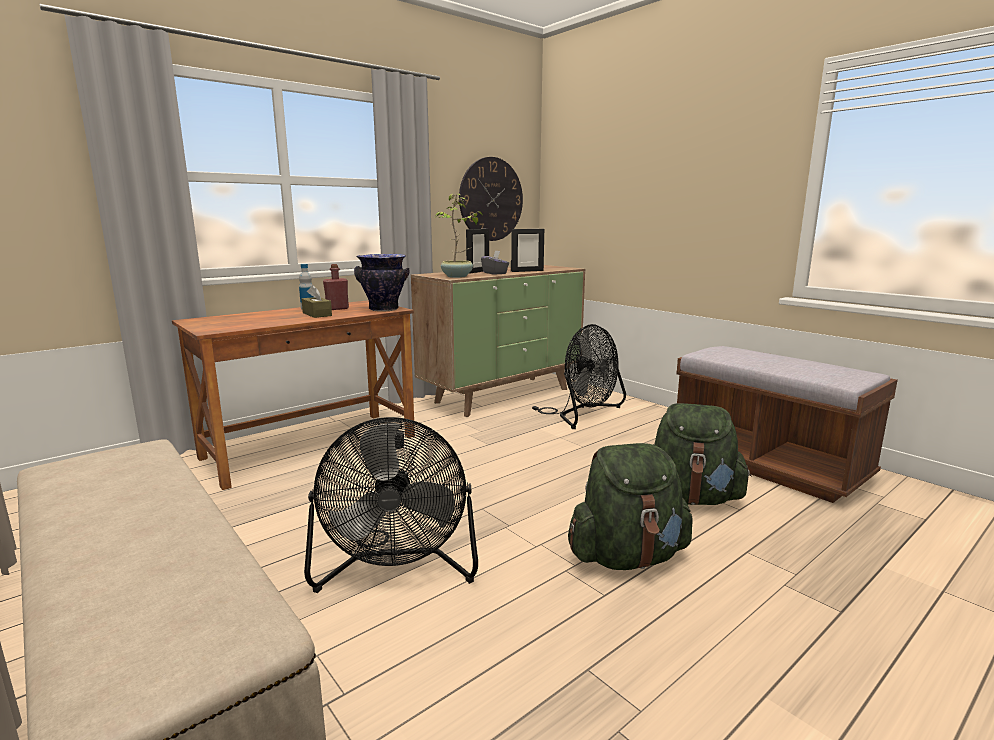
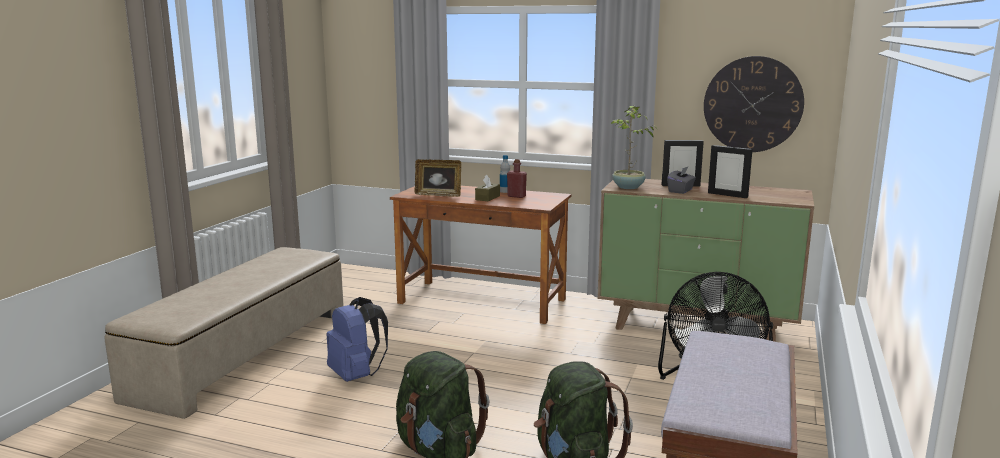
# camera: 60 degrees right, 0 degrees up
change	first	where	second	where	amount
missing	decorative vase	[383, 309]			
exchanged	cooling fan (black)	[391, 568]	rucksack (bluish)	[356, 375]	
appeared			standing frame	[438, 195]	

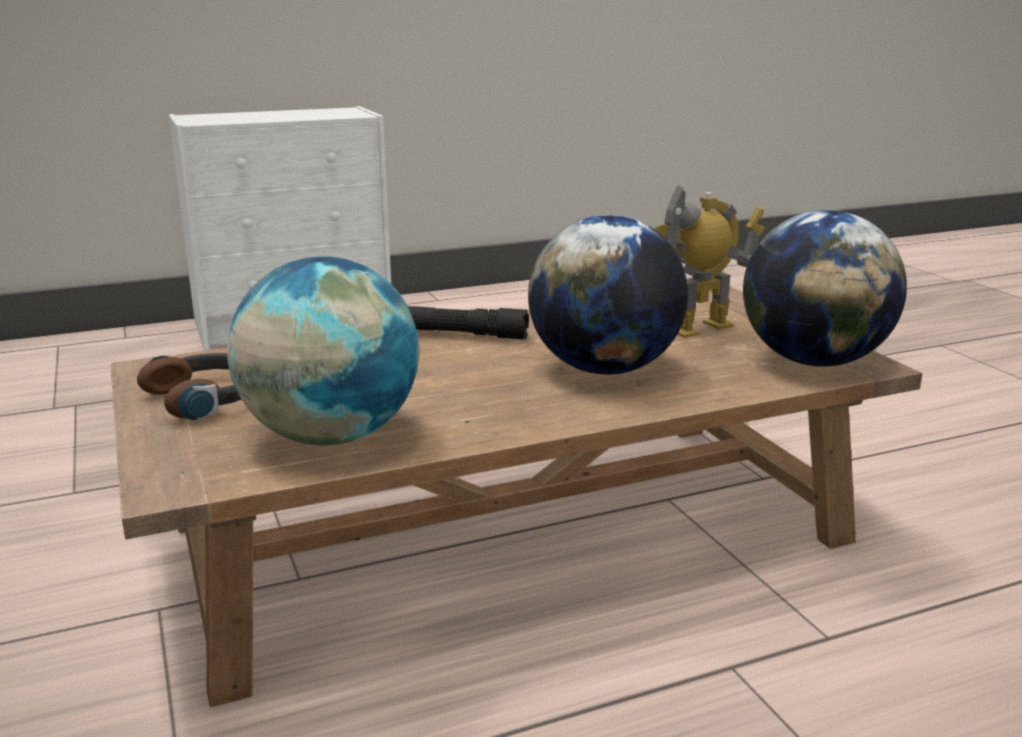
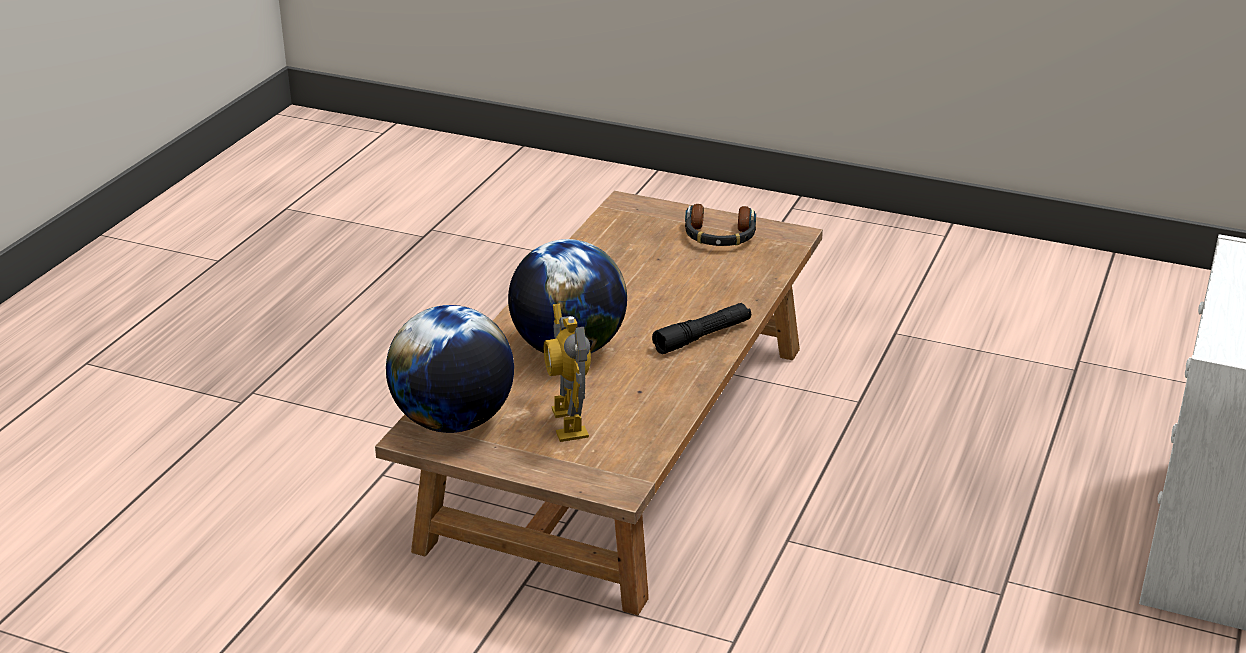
# camera: 135 degrees right, 10 degrees up
change	first	where	second	where	amount
spun	robot figure	[699, 328]		[569, 423]	150 degrees clockwise
missing	desk globe	[331, 436]			

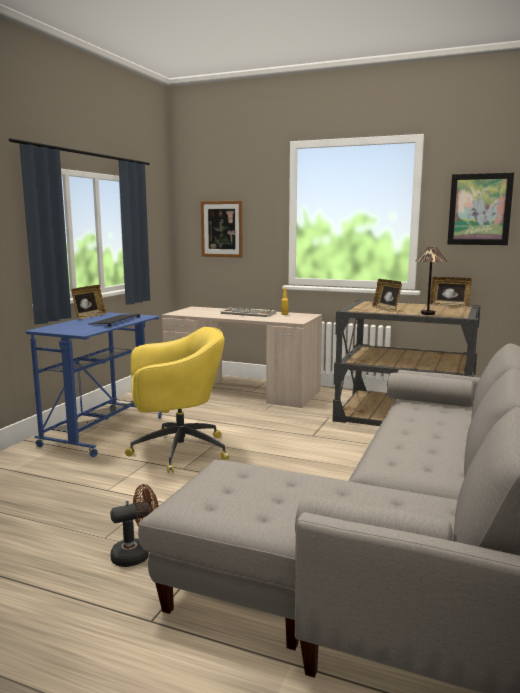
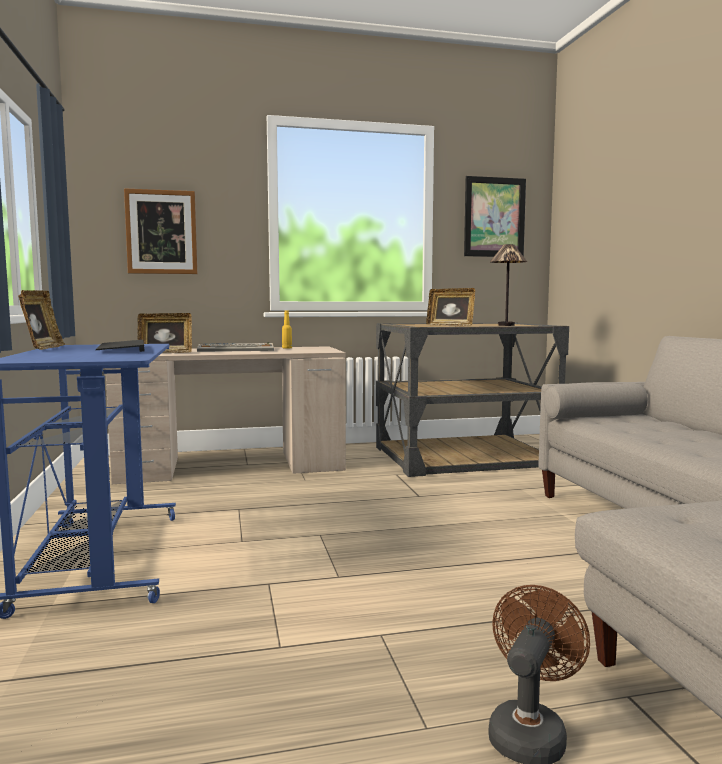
# camera: 35 degrees left, 5 degrees down
change	first	where	second	where	amount
relocated	standing frame	[449, 306]		[165, 352]	
missing	computer chair (yellowish)	[177, 451]			

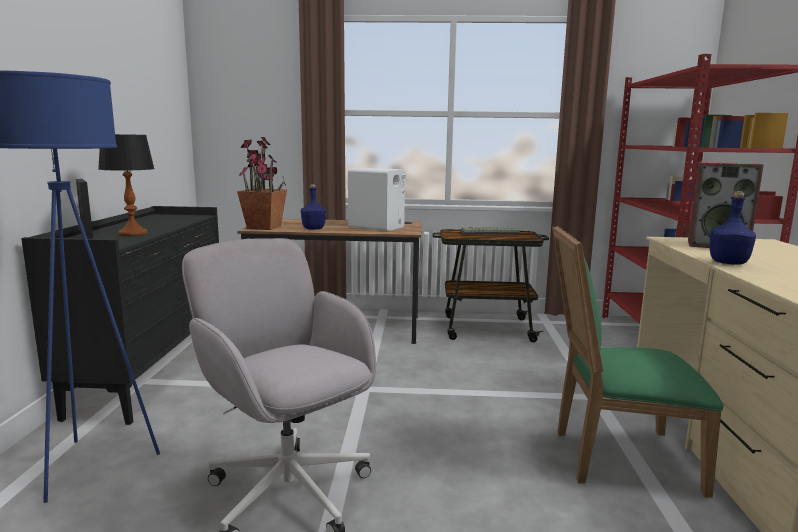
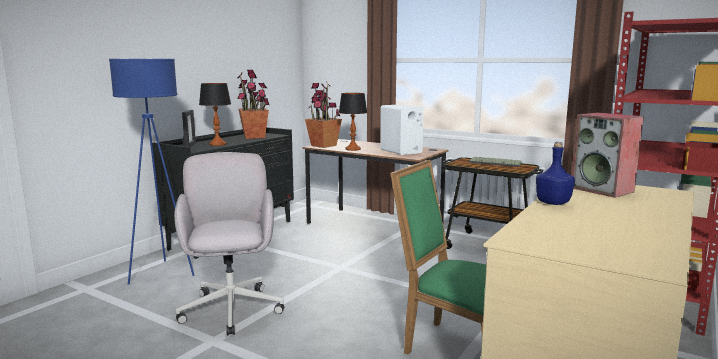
# camera: 30 degrees right, 0 degrees up
change	first	where	second	where	amount
exchanged	beverage bottle (bluish)	[313, 229]	lamp for a table	[352, 149]	
appeared			plant in a pot	[254, 137]	

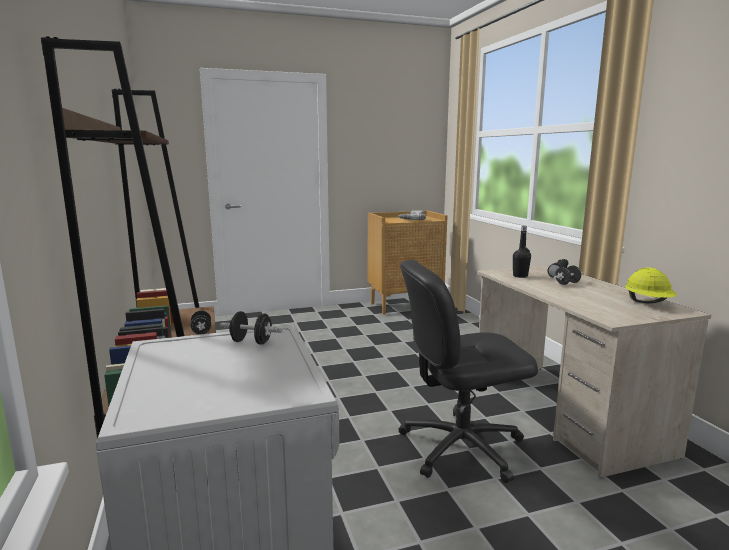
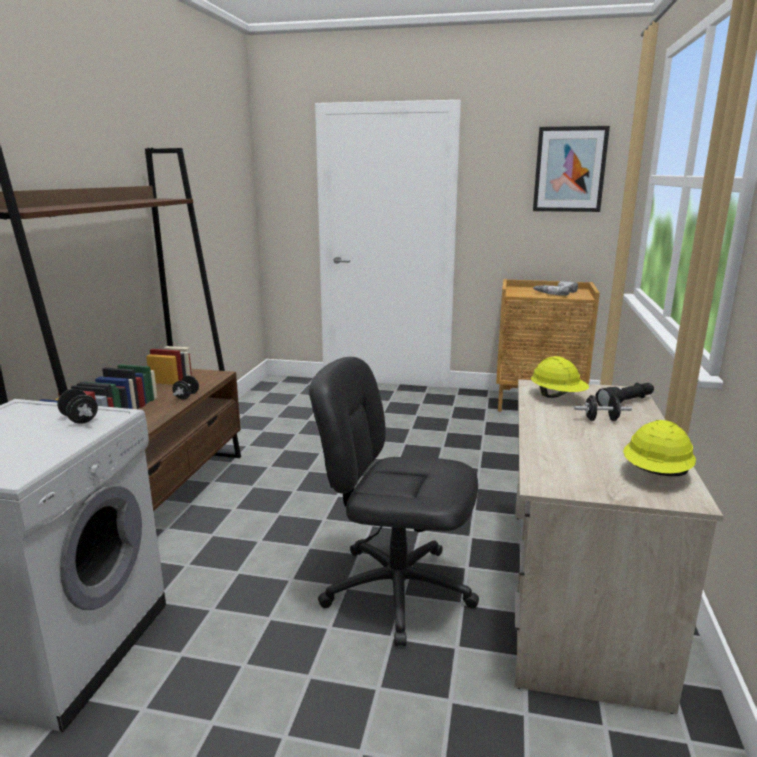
# camera: 30 degrees right, 5 degrees up
change	first	where	second	where	amount
exchanged	beverage bottle (black)	[520, 276]	hard hat (yellowish)	[558, 397]	
appeared			wall picture	[569, 169]	

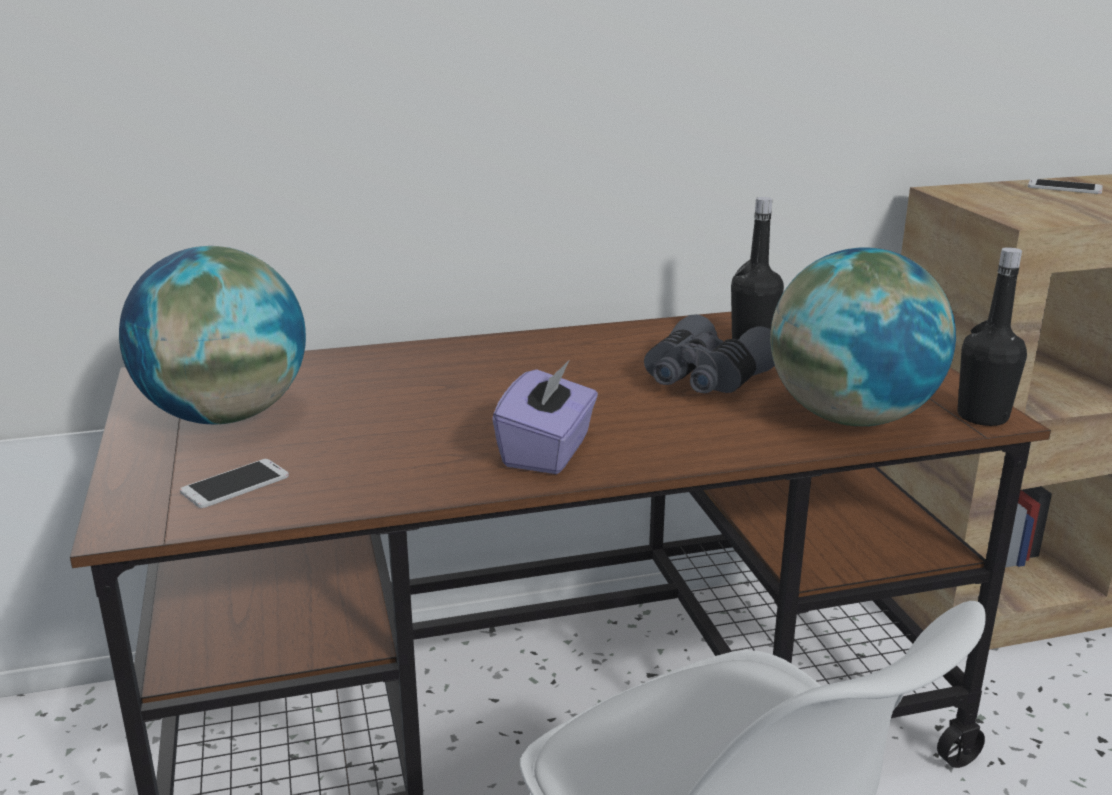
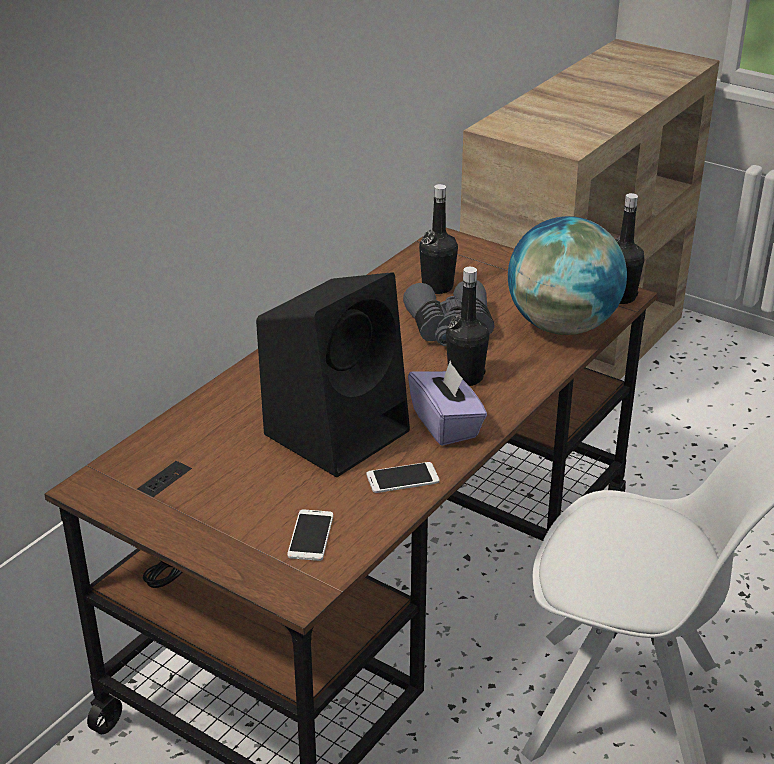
# camera: 40 degrees left, 10 degrees up
change	first	where	second	where	amount
relocated	phone	[1064, 187]		[402, 478]	
missing	desk globe	[225, 416]			
appeared			beverage bottle (black)	[465, 377]	
appeared			speaker (black)	[338, 430]	

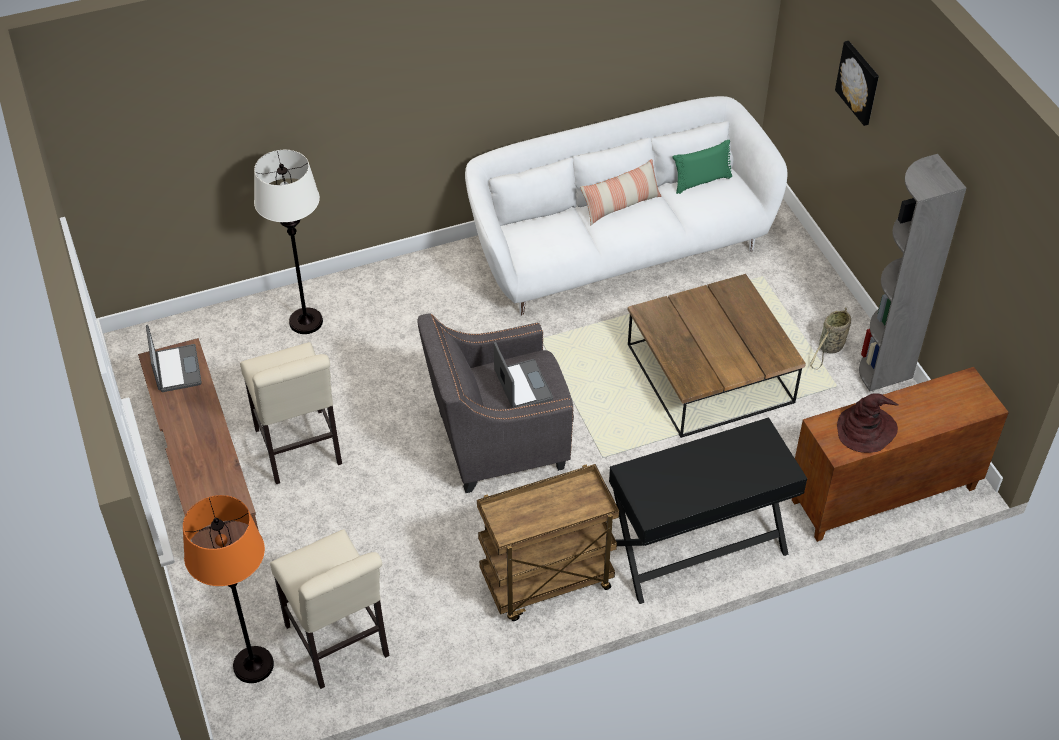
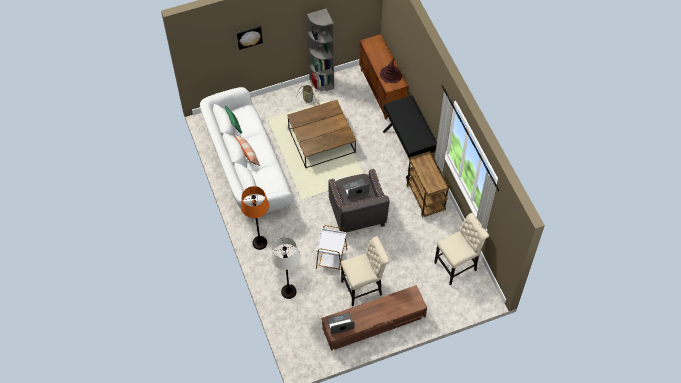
# camera: 90 degrees left, 10 degrees up
change	first	where	second	where	amount
relocated	standard lamp (orangey)	[253, 665]		[259, 243]	
appeared			end table (white)	[331, 260]	

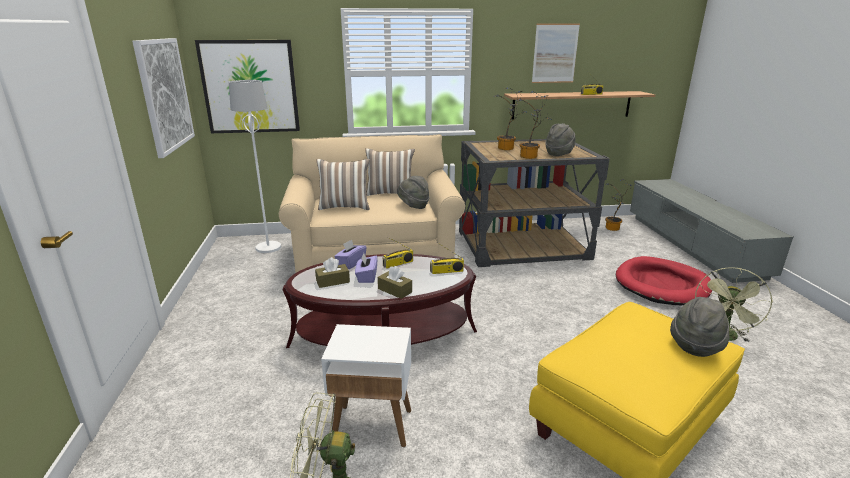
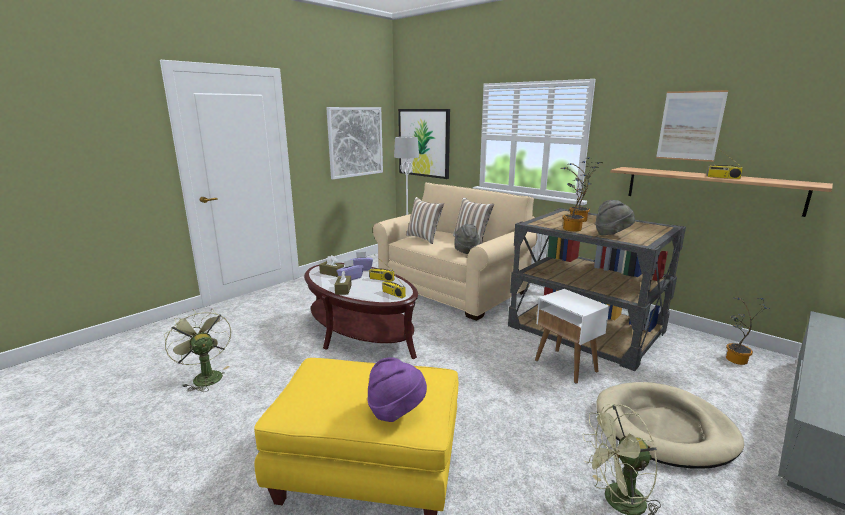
# camera: 50 degrees right, 5 degrees down
change	first	where	second	where	amount
colour	dog cushion (reddish)	[662, 285]	dog cushion (sand-coloured)	[664, 428]	
colour	wearable hat (greyish)	[695, 344]	wearable hat (purple)	[396, 411]	
relocated	end table (white)	[373, 425]		[566, 366]	

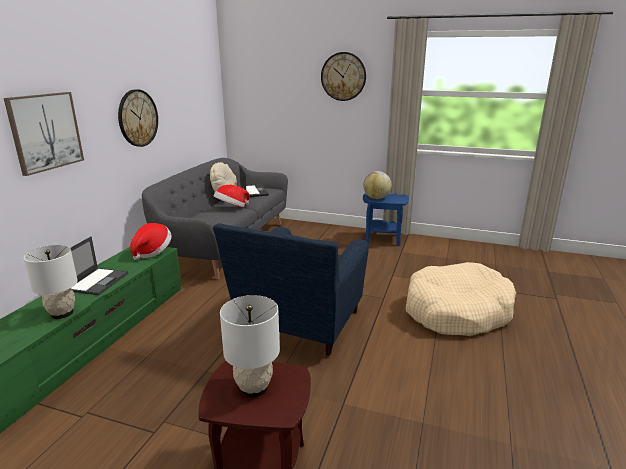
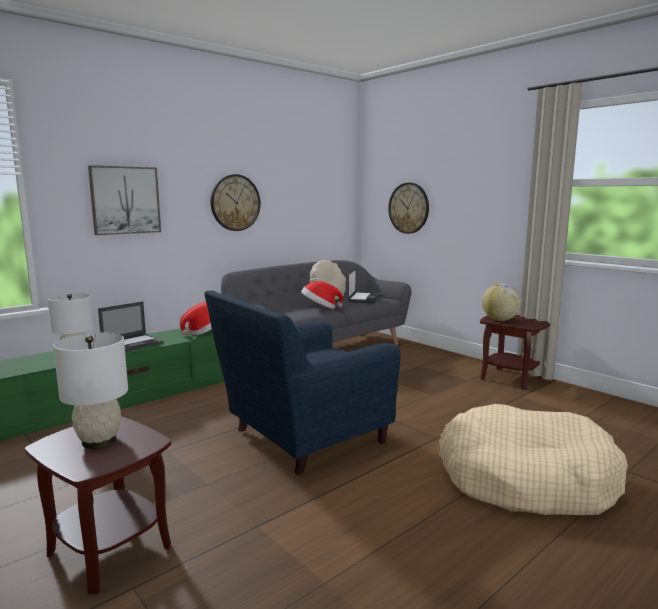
# camera: 30 degrees right, 10 degrees down
change	first	where	second	where	amount
relocated	hanging clock	[343, 76]		[409, 208]	
colour	end table (bluish)	[383, 238]	end table (brown-coloured)	[510, 378]	

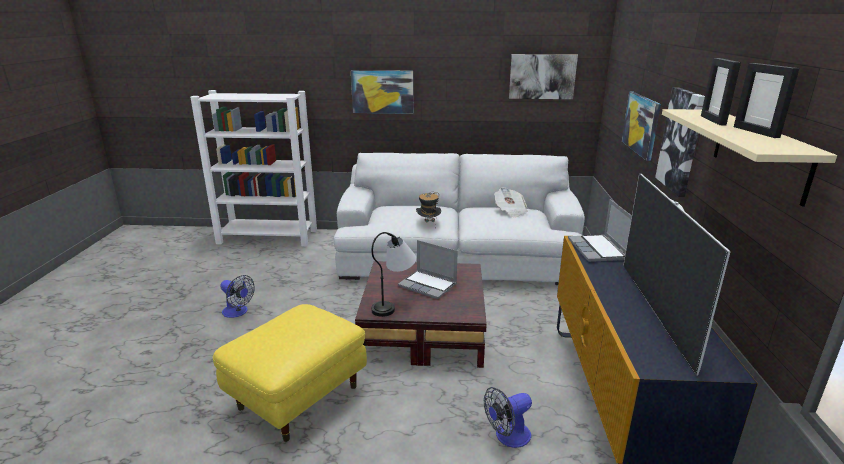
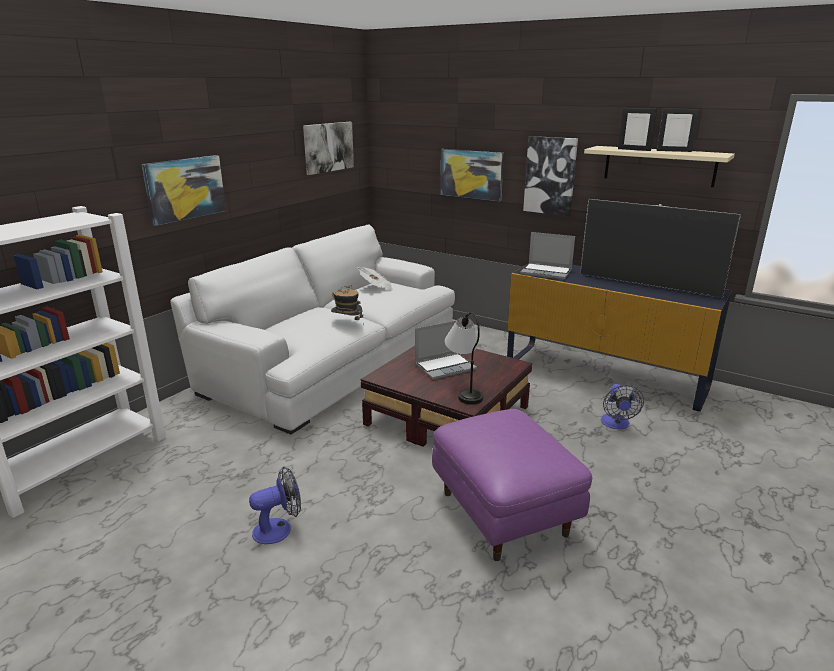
# camera: 60 degrees left, 0 degrees up
change	first	where	second	where	amount
colour	ottoman (yellowish)	[297, 399]	ottoman (purple)	[504, 515]	

